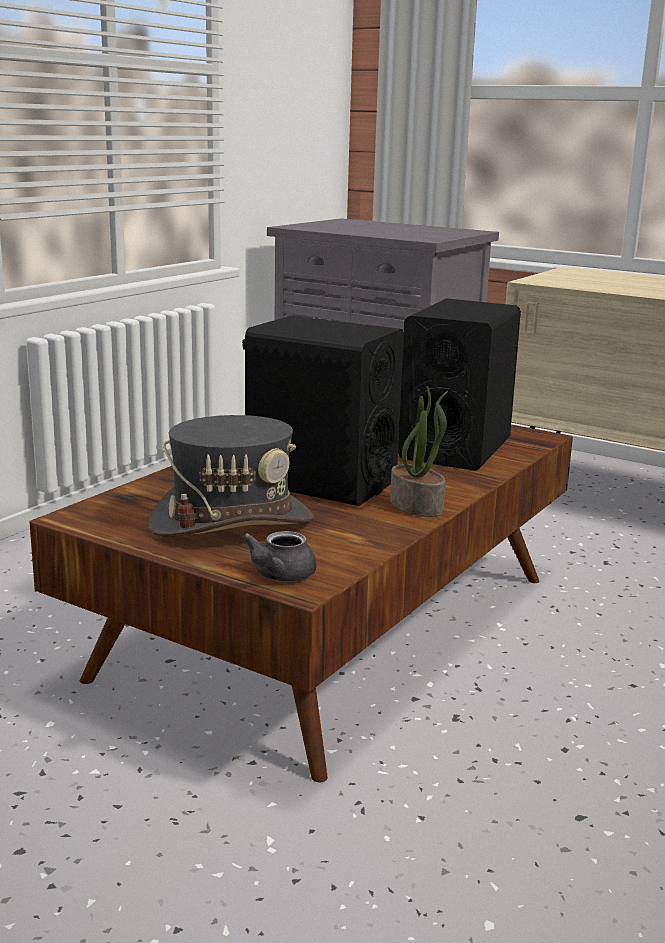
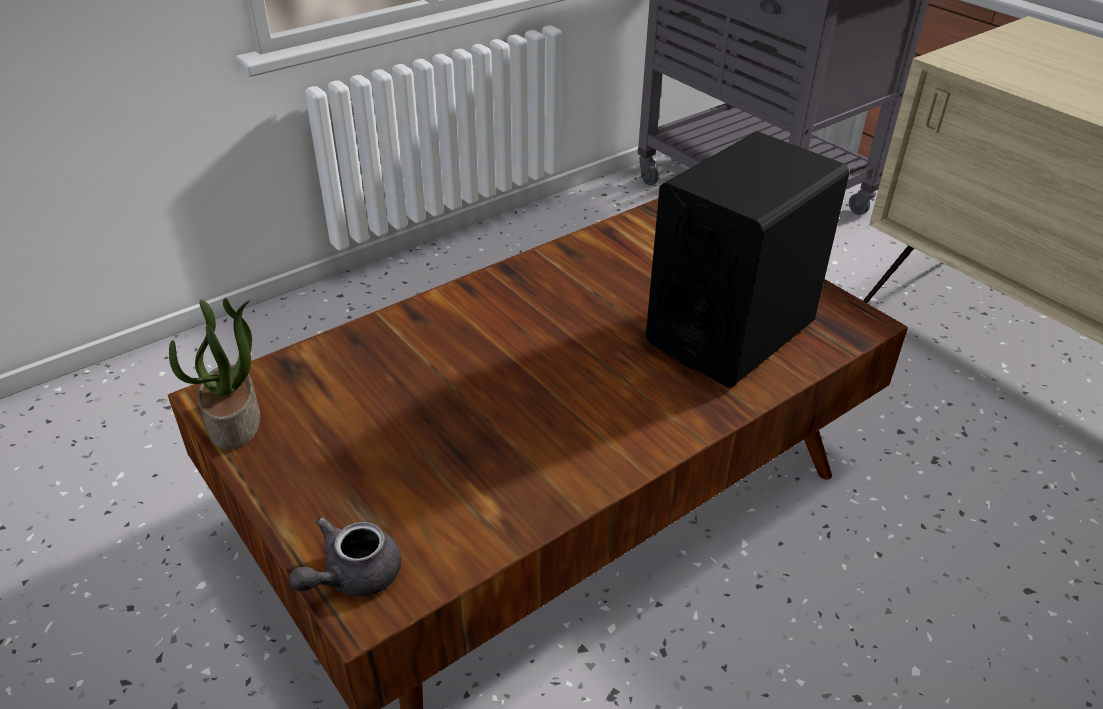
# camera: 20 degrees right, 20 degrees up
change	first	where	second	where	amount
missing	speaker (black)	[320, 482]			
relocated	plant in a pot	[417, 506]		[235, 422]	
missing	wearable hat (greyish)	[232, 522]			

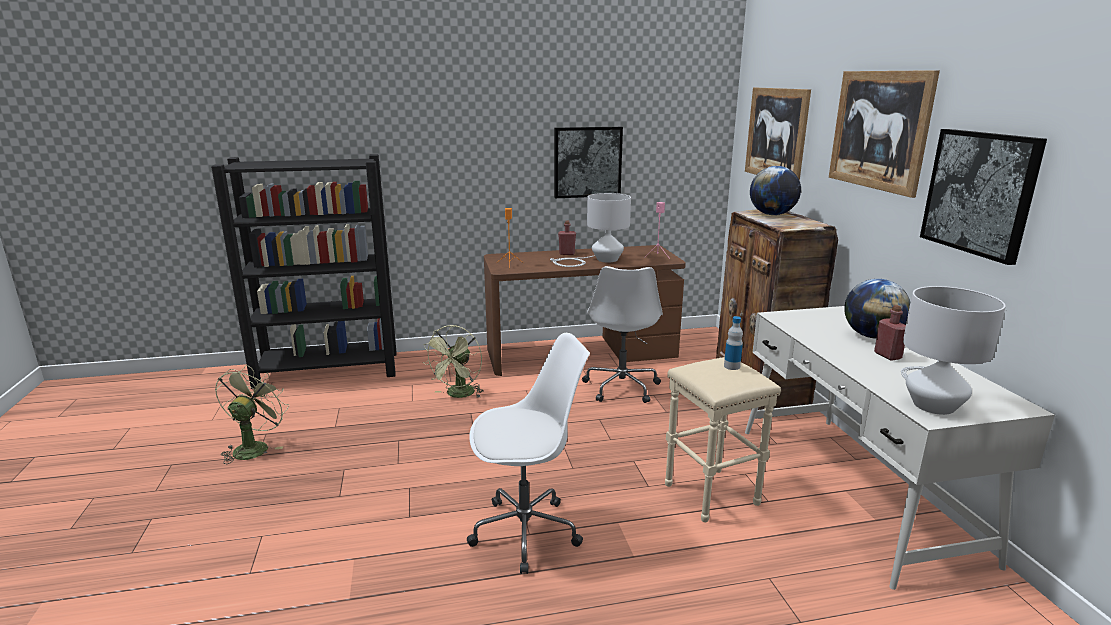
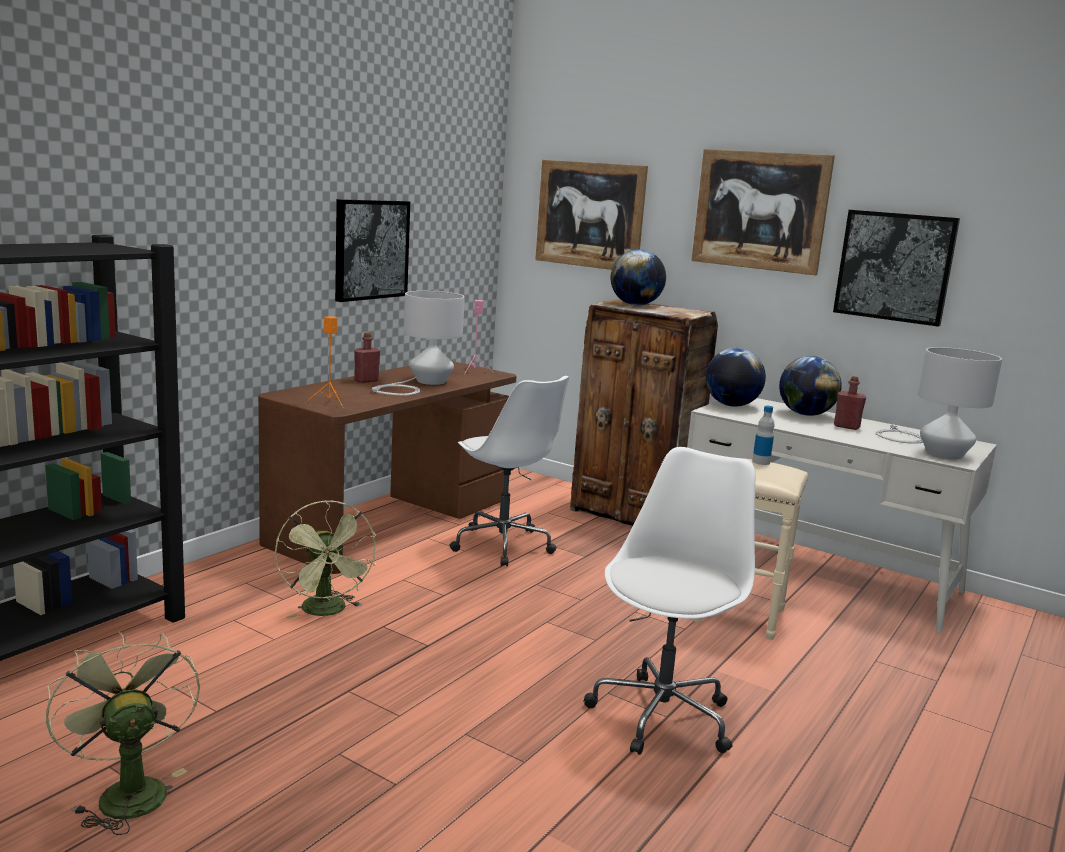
# camera: 45 degrees left, 5 degrees down
change	first	where	second	where	amount
appeared			desk globe	[731, 405]	

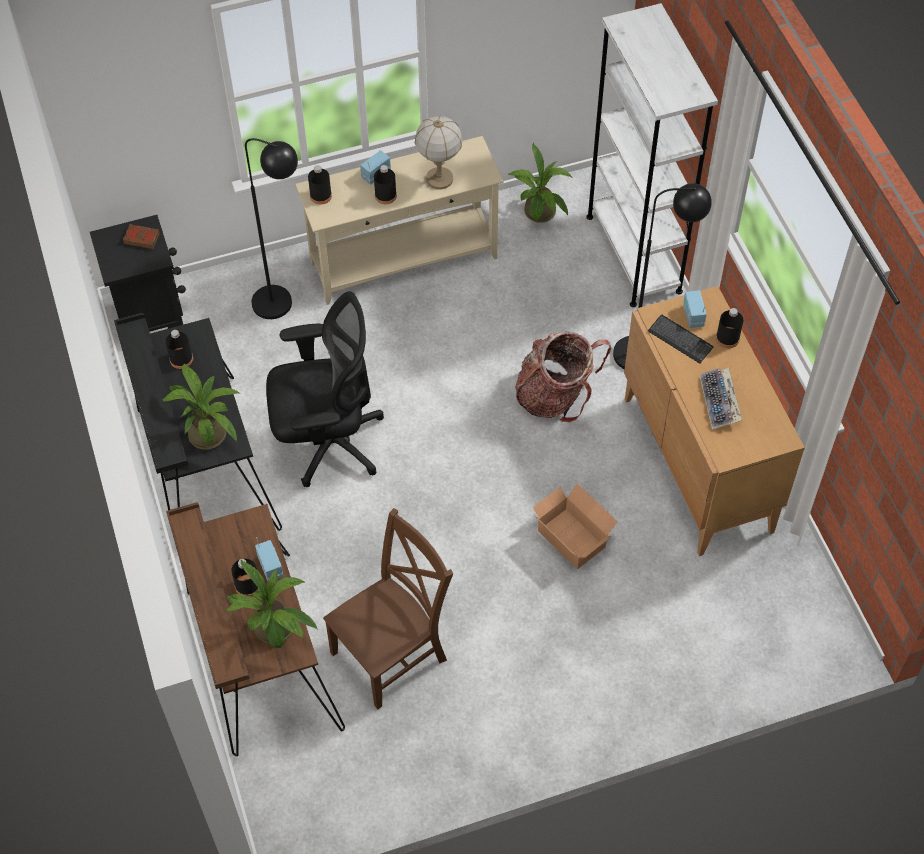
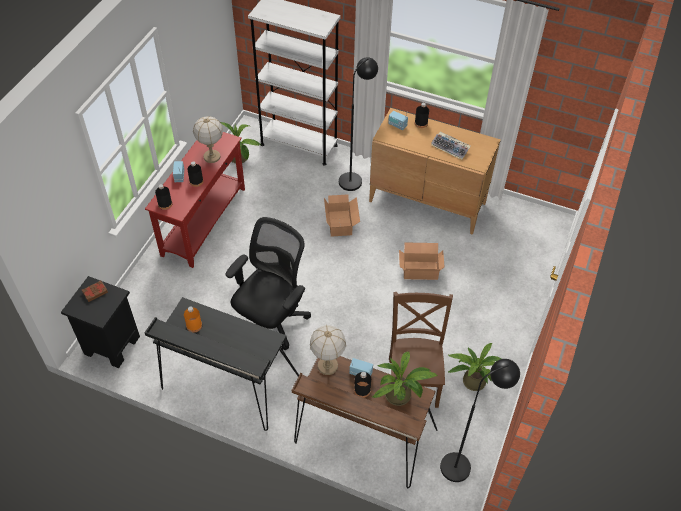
# camera: 50 degrees left, 5 degrees down
change	first	where	second	where	amount
colour	narrow table (sand-coloured)	[404, 259]	narrow table (reddish)	[204, 221]	
relocated	standard lamp (black)	[283, 307]		[463, 464]	
missing	keyboard	[680, 340]			
colour	beverage bottle (black)	[181, 359]	beverage bottle (orangey)	[194, 325]	
exchanged	rucksack	[555, 396]	carton	[341, 222]	
relocated	plant in a pot	[207, 431]		[471, 380]	
appeared			lamp for a table	[327, 366]	

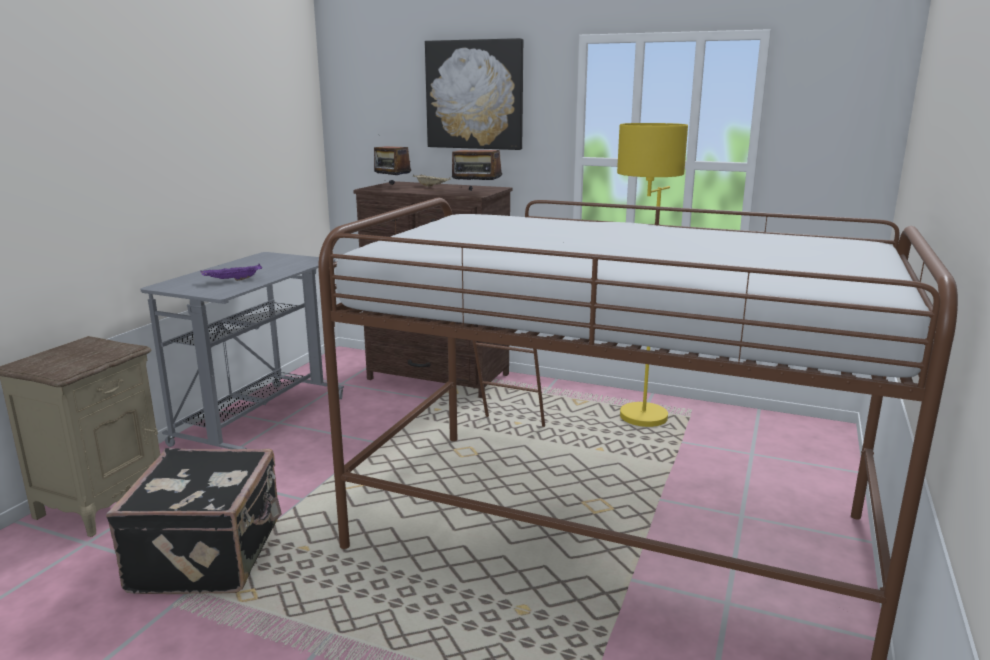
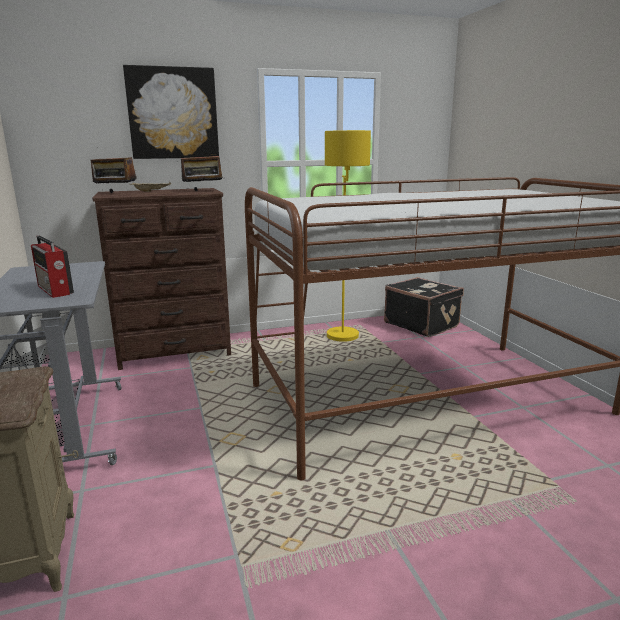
# camera: 40 degrees left, 0 degrees up
change	first	where	second	where	amount
exchanged	serving tray (purple)	[232, 280]	radio set	[55, 290]	
relocated	suitcase (black)	[210, 555]		[421, 324]	

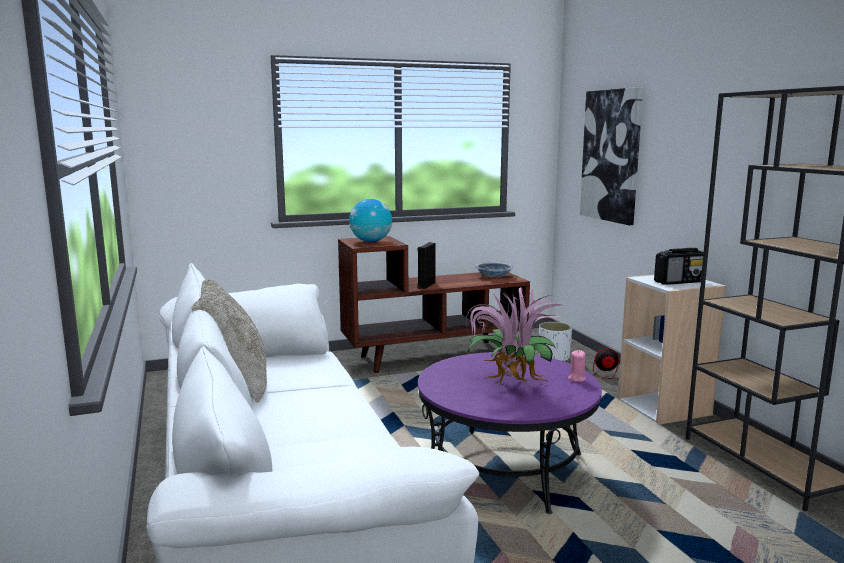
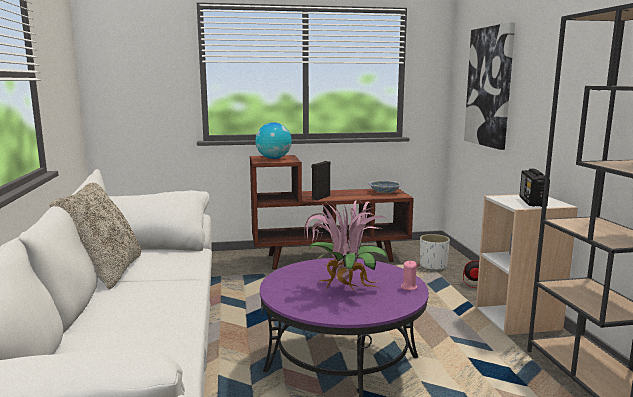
# camera: 10 degrees right, 0 degrees up
change	first	where	second	where	amount
spun	radio set	[679, 282]		[532, 202]	105 degrees clockwise

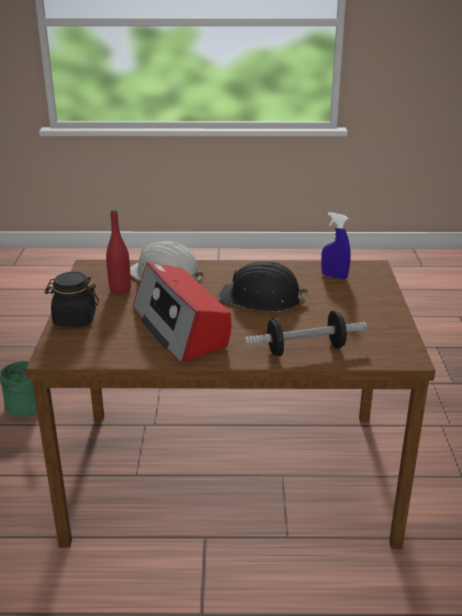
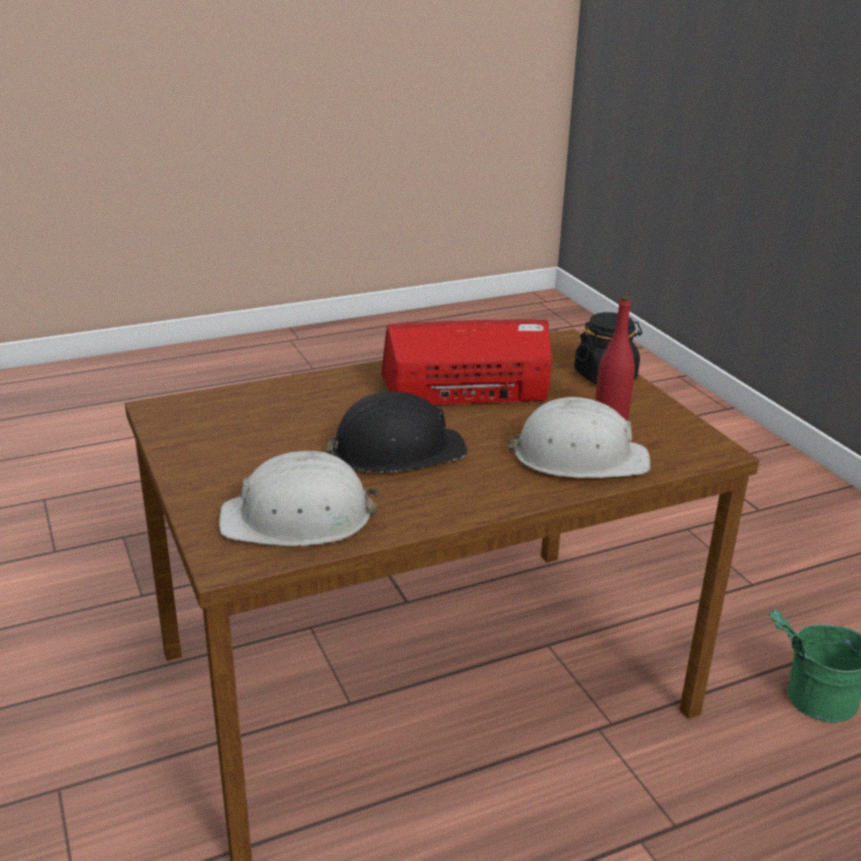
# camera: 155 degrees right, 0 degrees up
change	first	where	second	where	amount
exchanged	hand sprayer (bluish)	[334, 276]	hard hat (white)	[298, 518]	
spun	radio set	[181, 327]		[467, 390]	45 degrees counterclockwise
missing	free weight	[305, 349]			

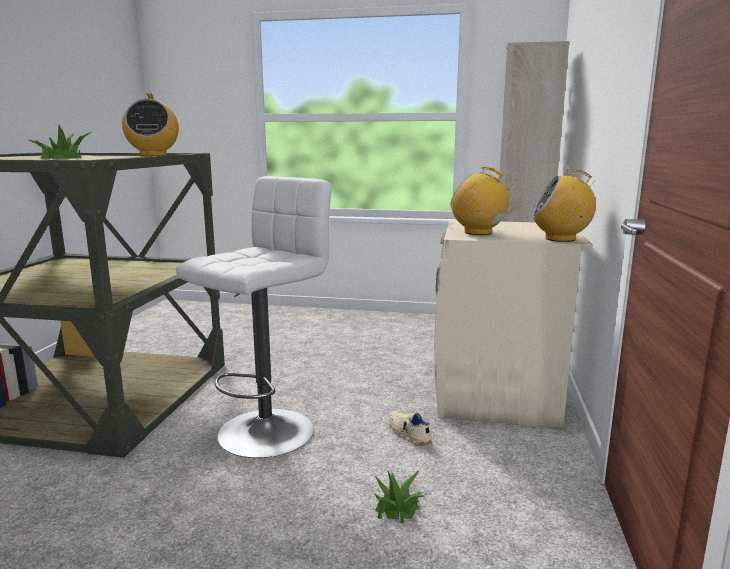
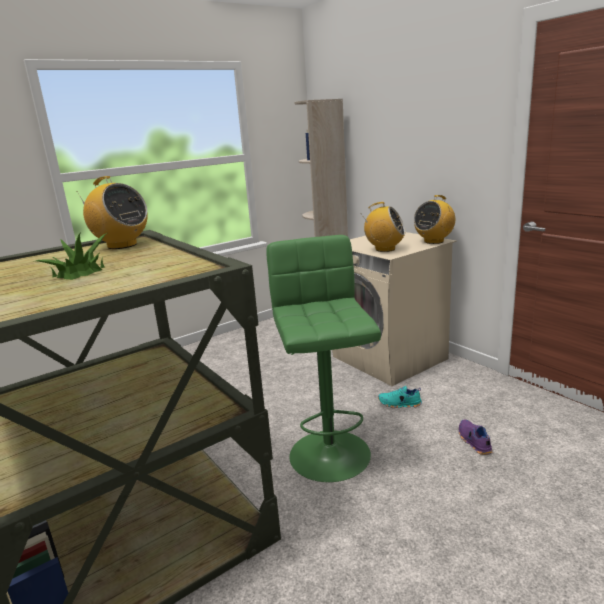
# camera: 45 degrees left, 5 degrees up
change	first	where	second	where	amount
spun	radio set	[478, 232]		[384, 249]	150 degrees counterclockwise
colour	stool seat (white)	[267, 432]	stool seat (green)	[330, 454]	
colour	low shoe (sand-coloured)	[408, 434]	low shoe (turquoise)	[399, 404]	
exchanged	plant in a pot	[397, 507]	low shoe (purple)	[473, 442]	

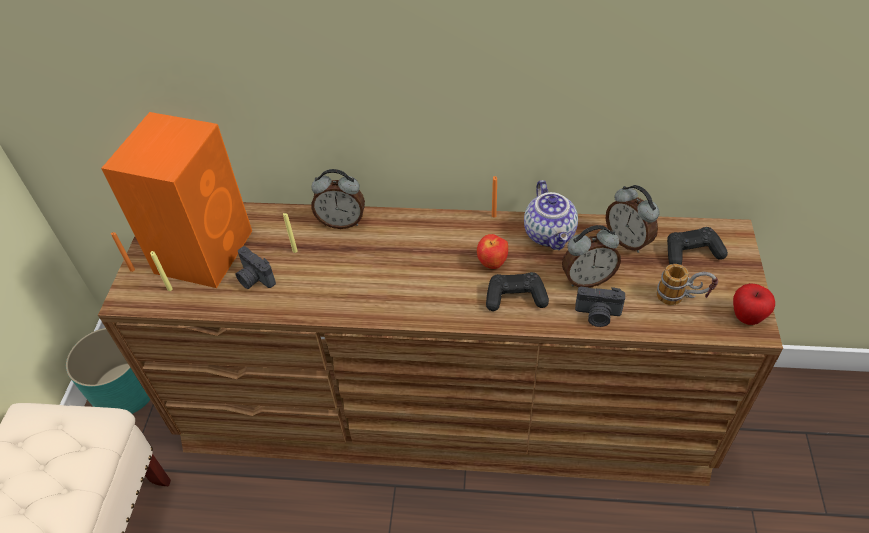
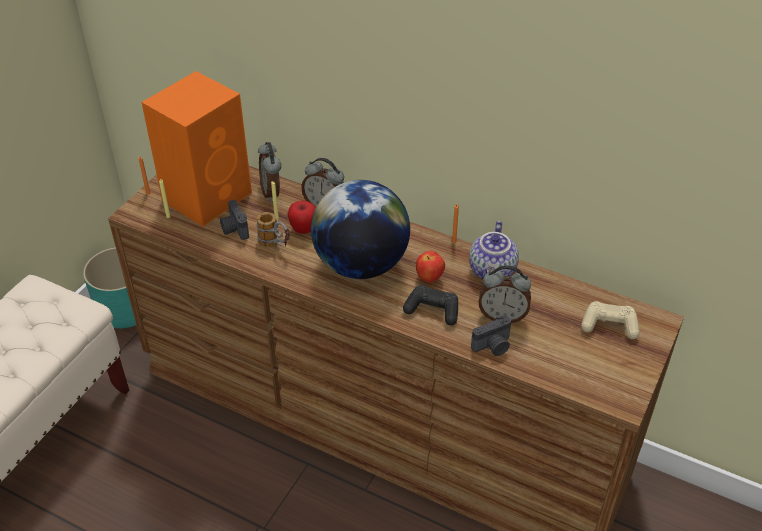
# camera: 20 degrees right, 5 degrees down
change	first	where	second	where	amount
relocated	alarm clock	[628, 240]		[272, 192]	
colour	game controller (black)	[692, 253]	game controller (sand-coloured)	[609, 326]	
relocated	coffee mug	[682, 298]		[276, 245]	
relocated	apple	[746, 317]		[303, 229]	
spun	still camera	[597, 315]		[493, 346]	60 degrees counterclockwise
appeared			desk globe	[361, 265]	

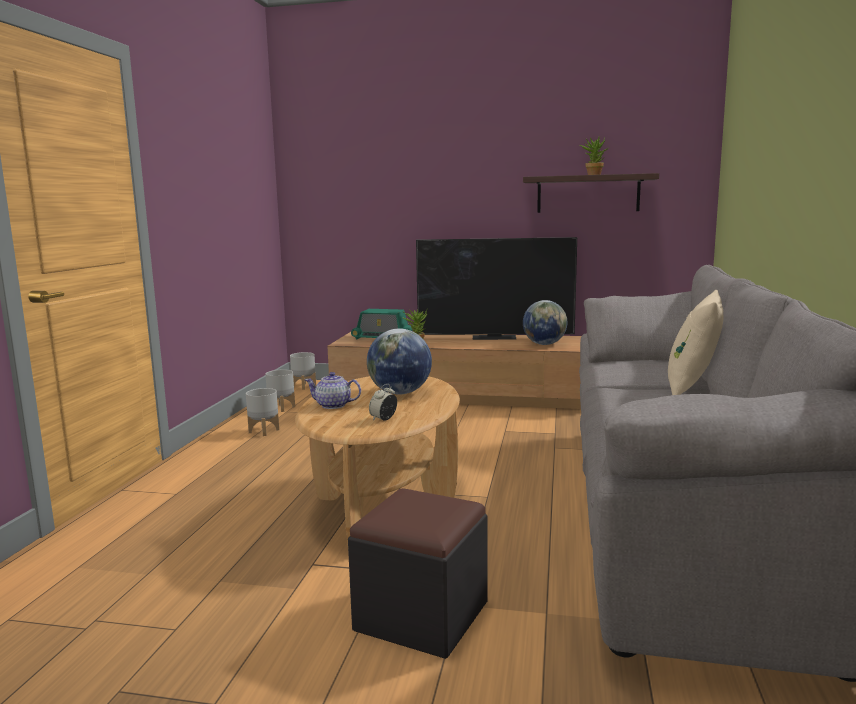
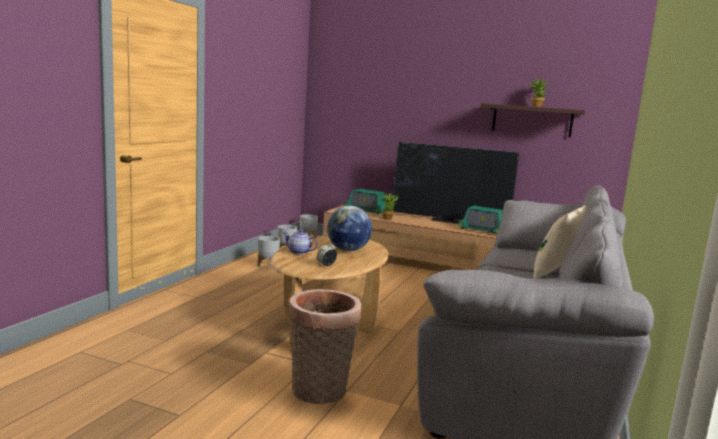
# camera: 10 degrees right, 0 degrees up
change	first	where	second	where	amount
exchanged	desk globe	[544, 344]	radio set	[482, 230]	
exchanged	ottoman (black)	[421, 616]	household basket	[320, 393]	

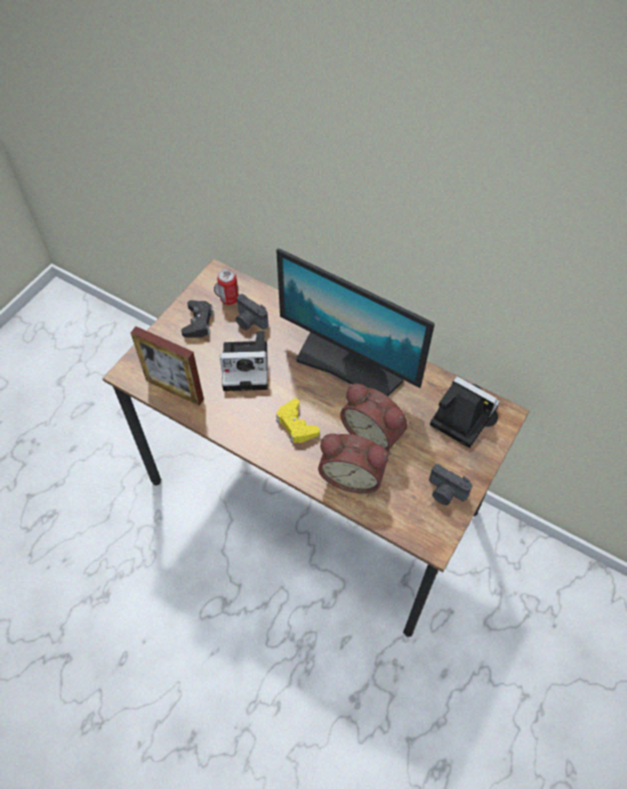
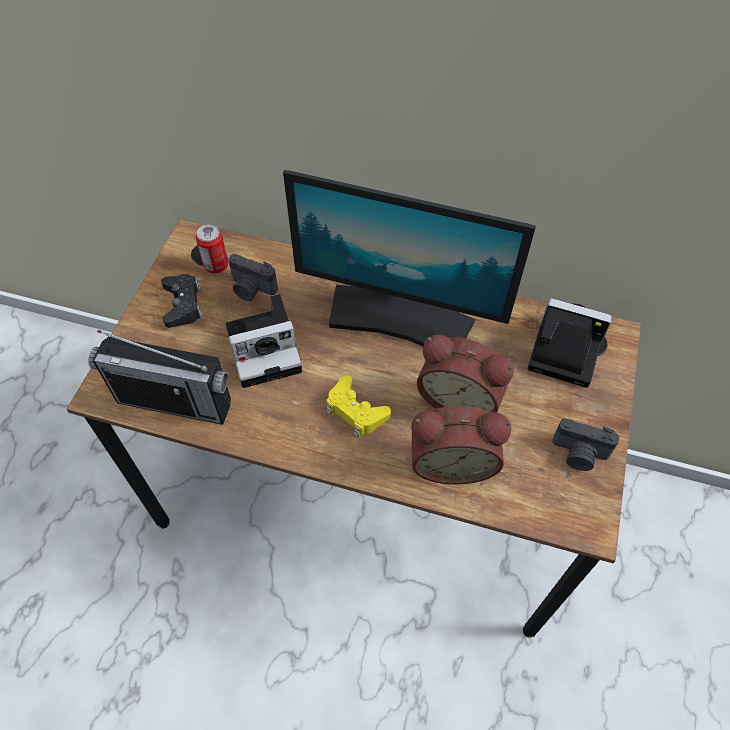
# camera: 15 degrees left, 0 degrees up
change	first	where	second	where	amount
exchanged	standing frame	[174, 390]	radio set	[174, 402]	

